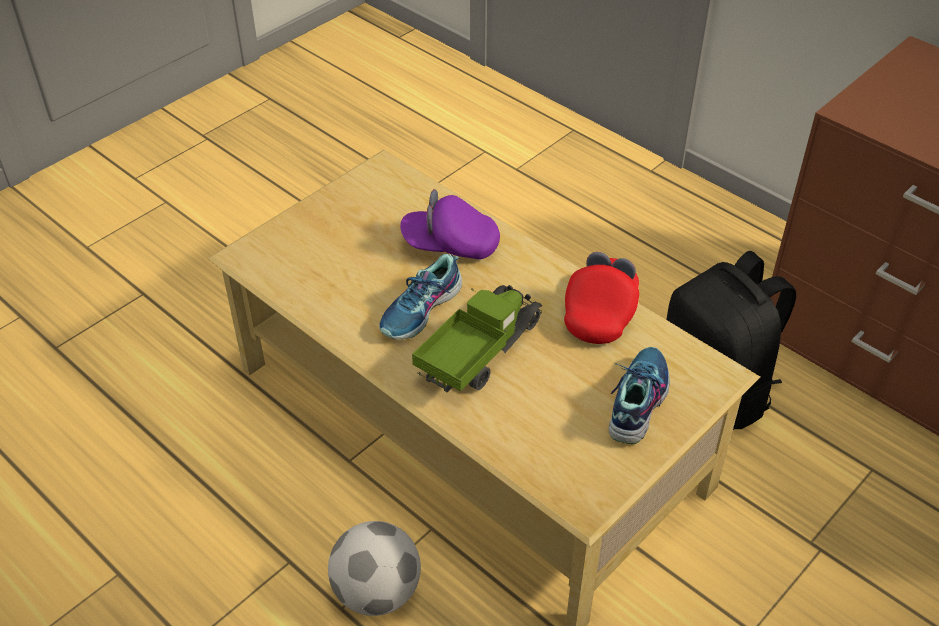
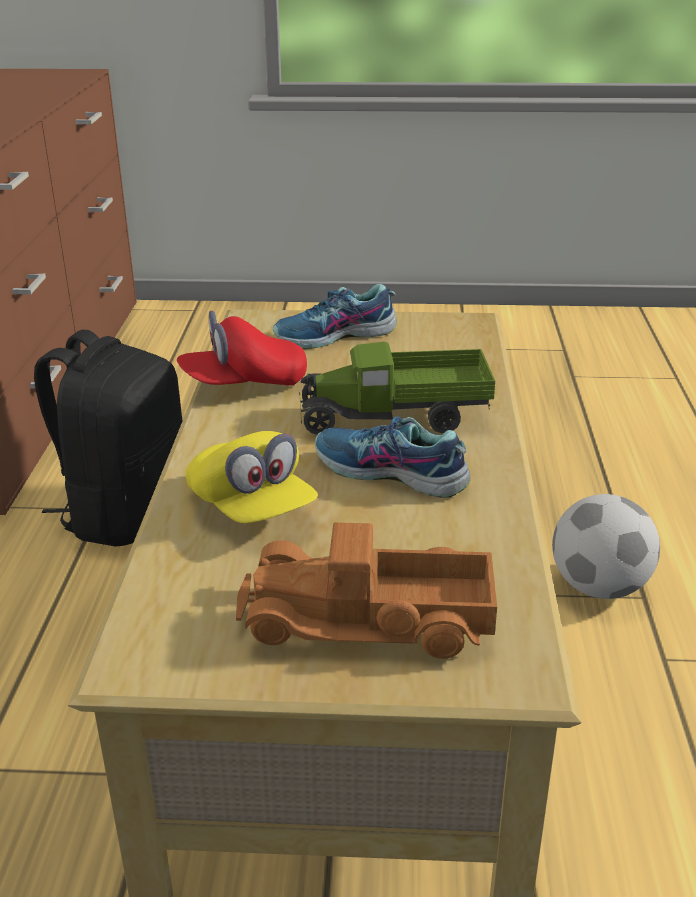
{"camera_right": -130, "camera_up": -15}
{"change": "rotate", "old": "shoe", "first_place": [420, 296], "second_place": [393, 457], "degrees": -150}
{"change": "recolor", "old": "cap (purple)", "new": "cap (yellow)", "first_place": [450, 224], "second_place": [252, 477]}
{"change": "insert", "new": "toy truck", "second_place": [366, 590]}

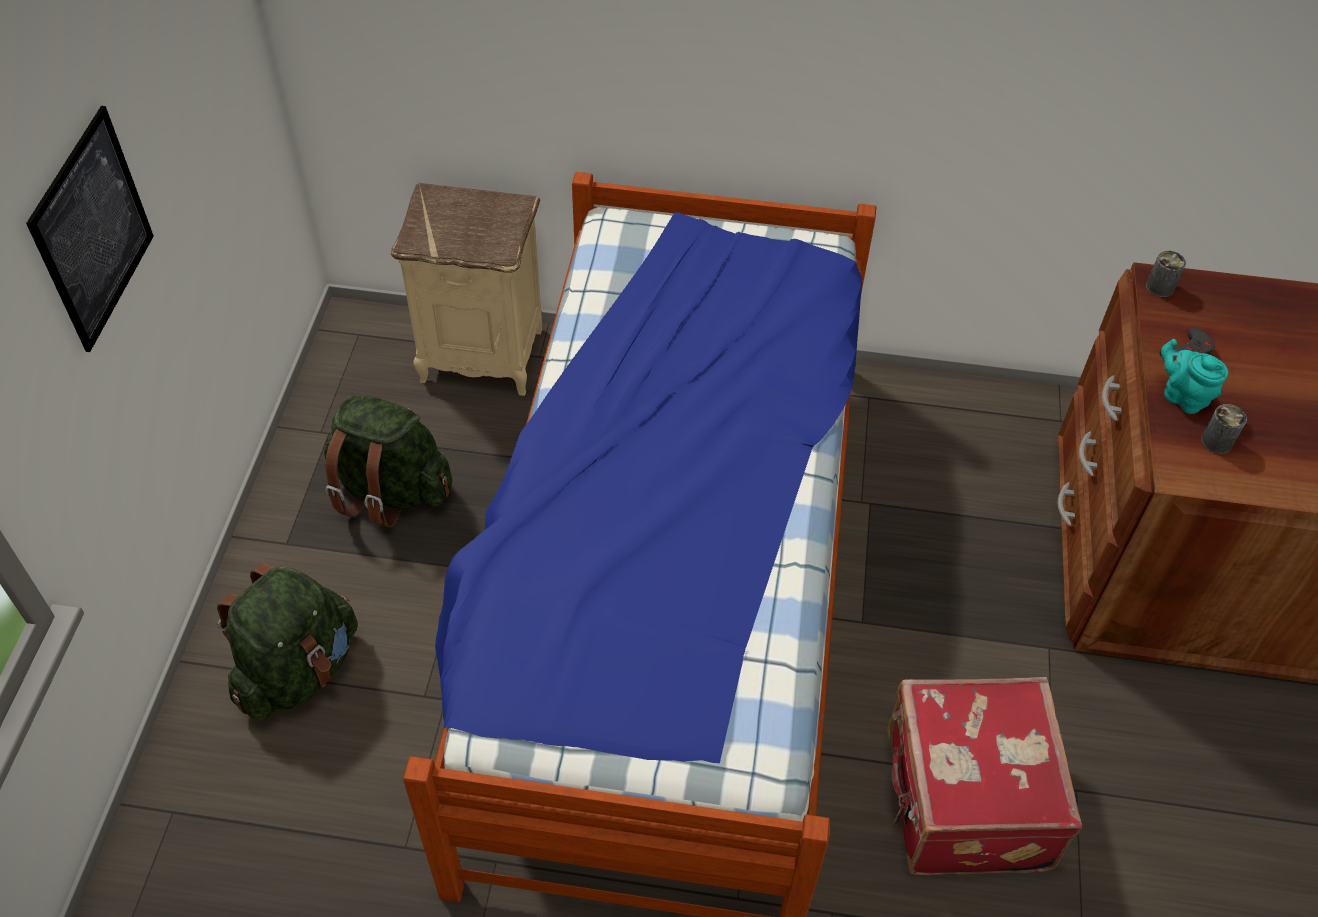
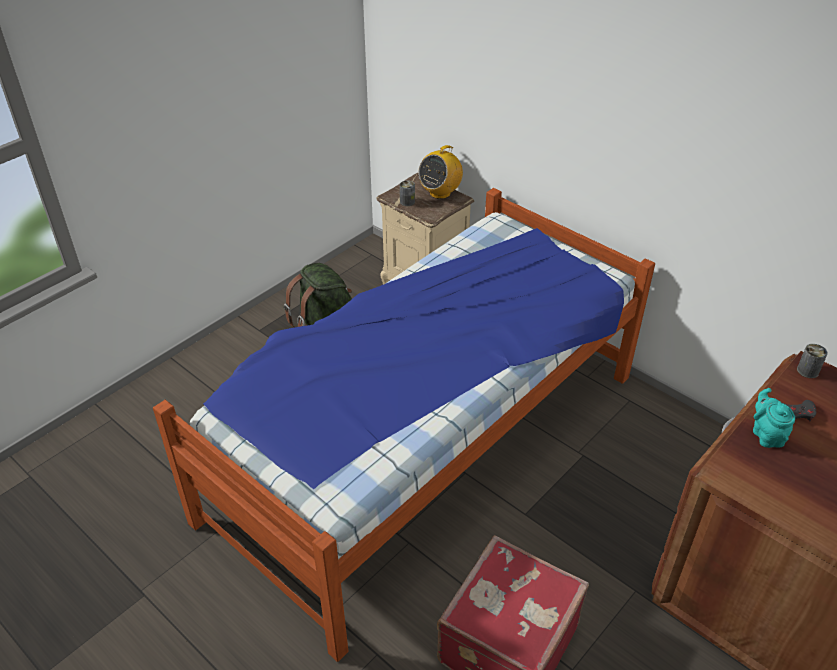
{"camera_right": 35, "camera_up": -10}
{"change": "delete", "old": "picture", "first_place": [90, 229]}
{"change": "delete", "old": "backpack (green)", "first_place": [287, 641]}
{"change": "move", "old": "can", "first_place": [1224, 429], "second_place": [407, 193]}
{"change": "insert", "new": "radio", "second_place": [440, 172]}

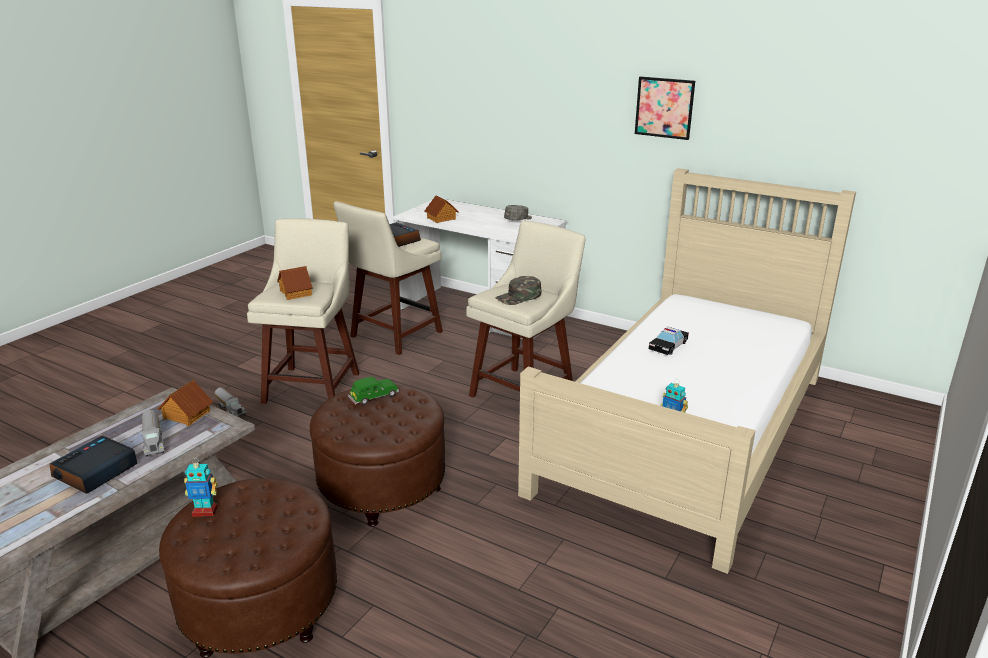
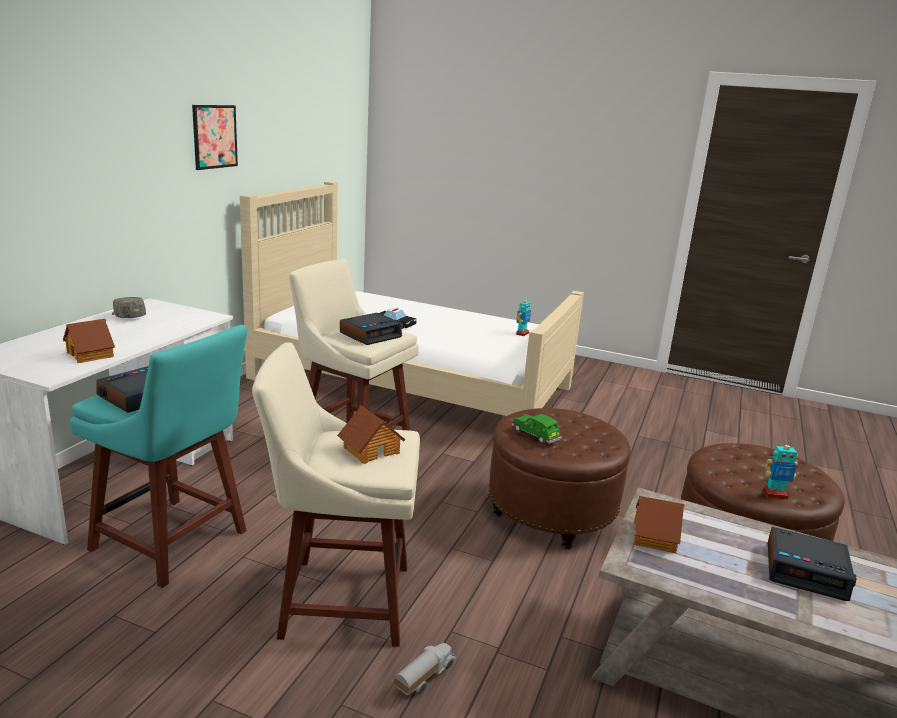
{"camera_right": -100, "camera_up": -5}
{"change": "delete", "old": "toy truck", "first_place": [153, 433]}
{"change": "rotate", "old": "toy robot", "first_place": [201, 487], "second_place": [780, 469], "degrees": 105}
{"change": "recolor", "old": "stool (beige)", "new": "stool (turquoise)", "first_place": [388, 278], "second_place": [158, 456]}
{"change": "replace", "old": "cap (green)", "new": "alarm clock", "first_place": [518, 290], "second_place": [371, 329]}

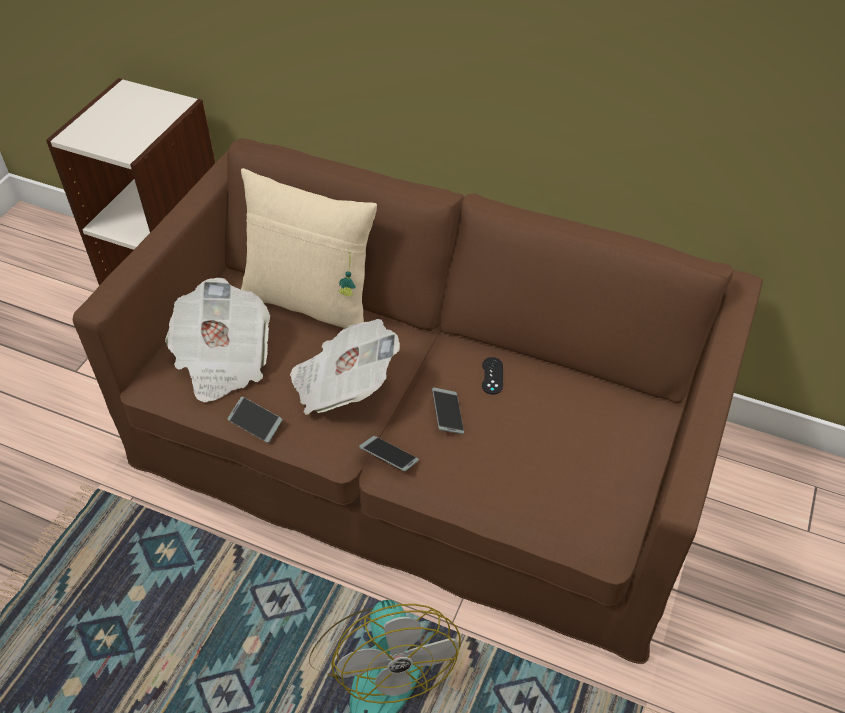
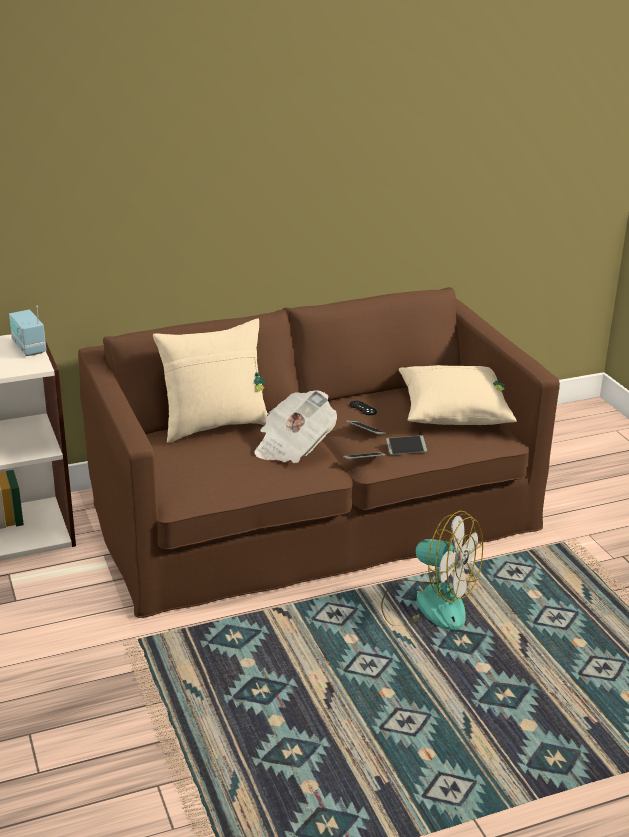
{"camera_right": -45, "camera_up": -20}
{"change": "delete", "old": "newspaper", "first_place": [217, 340]}
{"change": "move", "old": "phone", "first_place": [255, 420], "second_place": [406, 445]}
{"change": "insert", "new": "radio", "second_place": [27, 331]}
{"change": "insert", "new": "pillow (beige)", "second_place": [457, 395]}

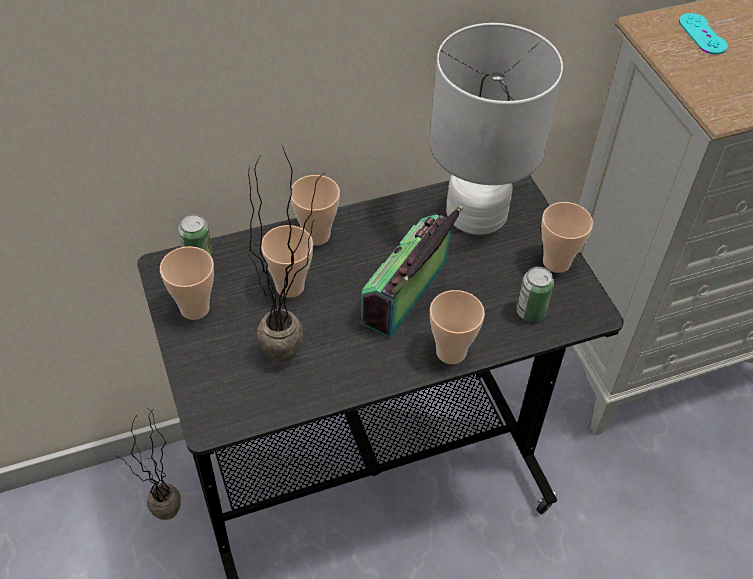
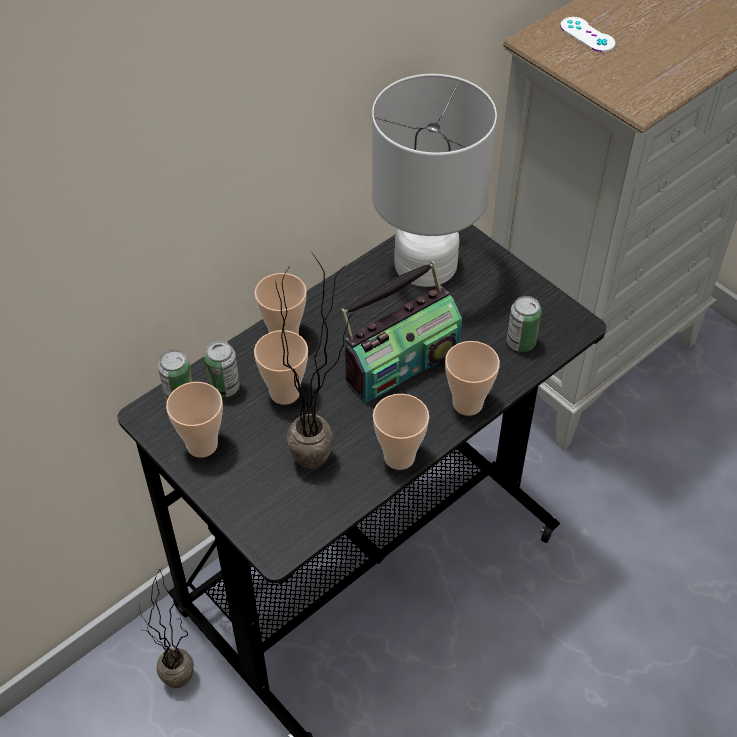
{"camera_right": -20, "camera_up": 0}
{"change": "rotate", "old": "radio", "first_place": [412, 271], "second_place": [401, 332], "degrees": -135}
{"change": "move", "old": "cup", "first_place": [567, 237], "second_place": [401, 432]}
{"change": "recolor", "old": "game controller (turquoise)", "new": "game controller (white)", "first_place": [703, 33], "second_place": [587, 34]}
{"change": "insert", "new": "can", "second_place": [222, 369]}

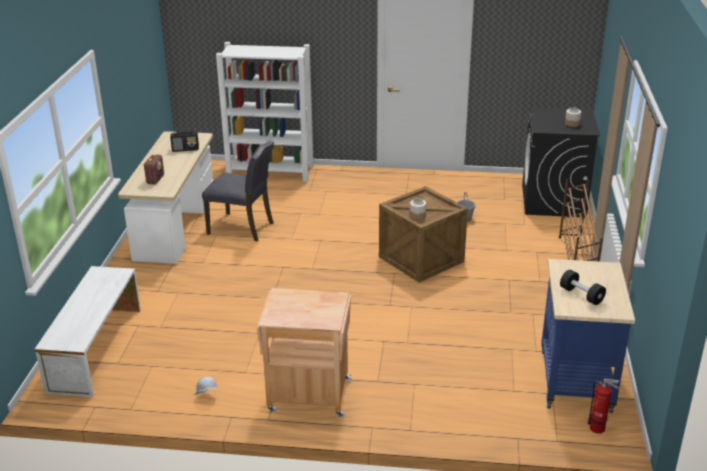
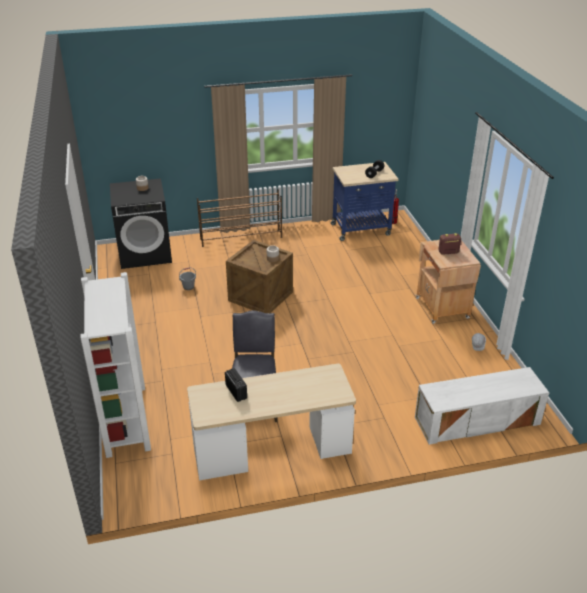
{"camera_right": -110, "camera_up": 5}
{"change": "move", "old": "radio", "first_place": [153, 169], "second_place": [449, 244]}

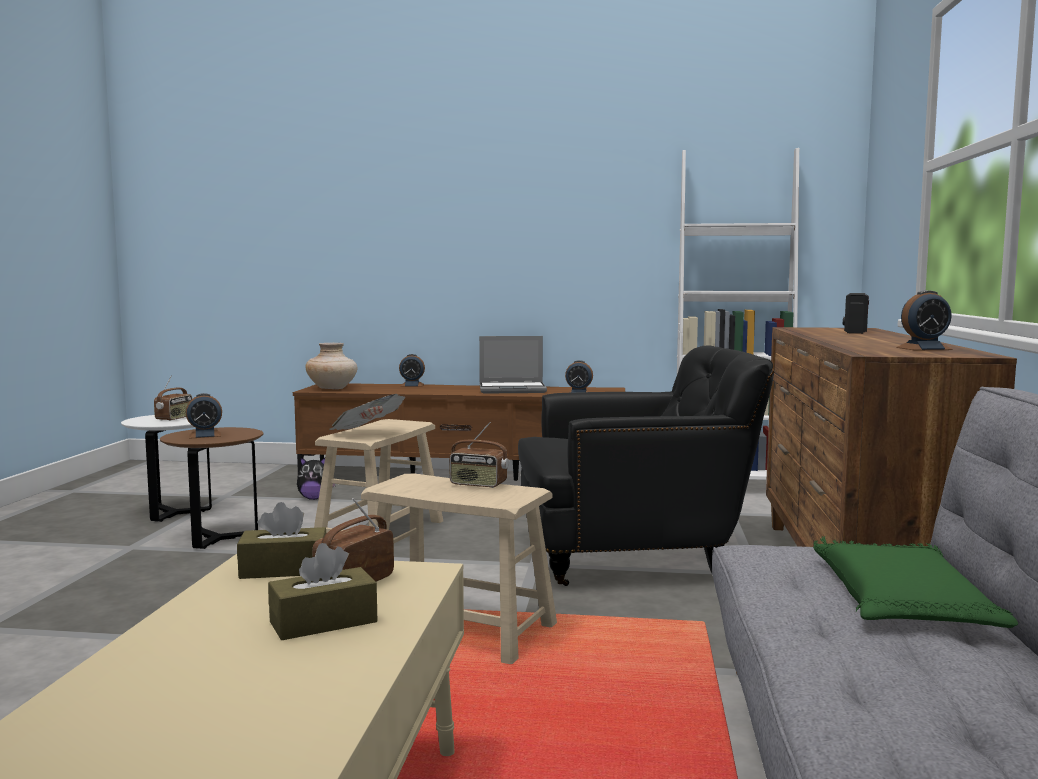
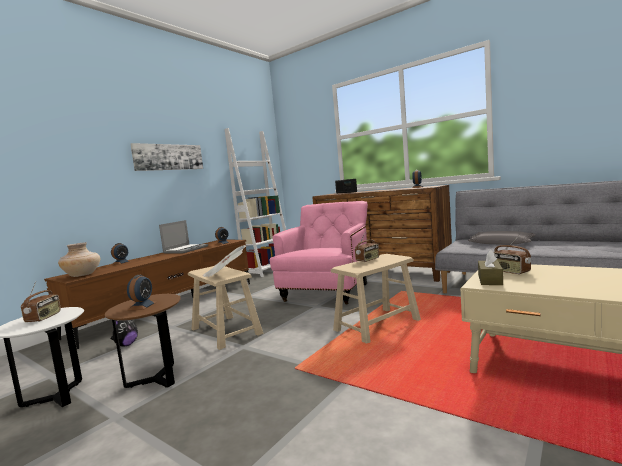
{"camera_right": -60, "camera_up": 0}
{"change": "rotate", "old": "radio", "first_place": [173, 398], "second_place": [41, 302], "degrees": 45}
{"change": "delete", "old": "tissue box (brown)", "first_place": [322, 591]}
{"change": "recolor", "old": "armchair (black)", "new": "armchair (pink)", "first_place": [646, 466], "second_place": [319, 252]}
{"change": "recolor", "old": "pillow (green)", "new": "pillow (grey)", "first_place": [915, 582], "second_place": [502, 237]}
{"change": "insert", "new": "picture", "second_place": [166, 157]}

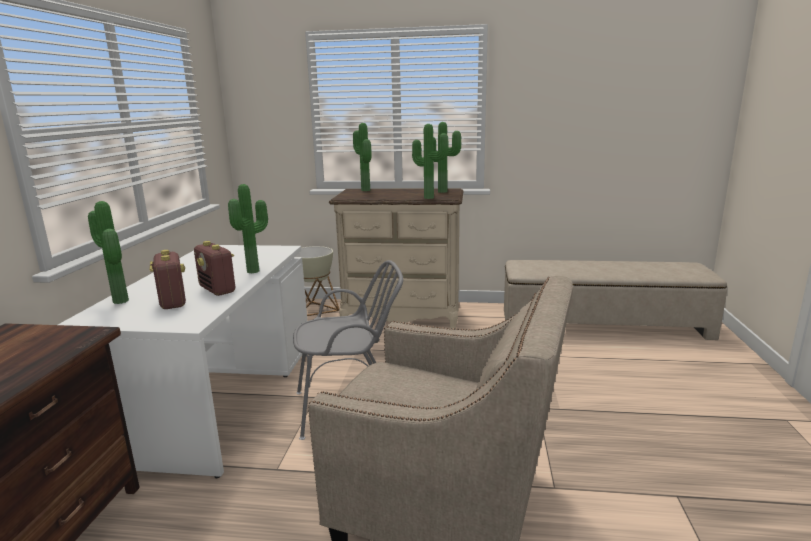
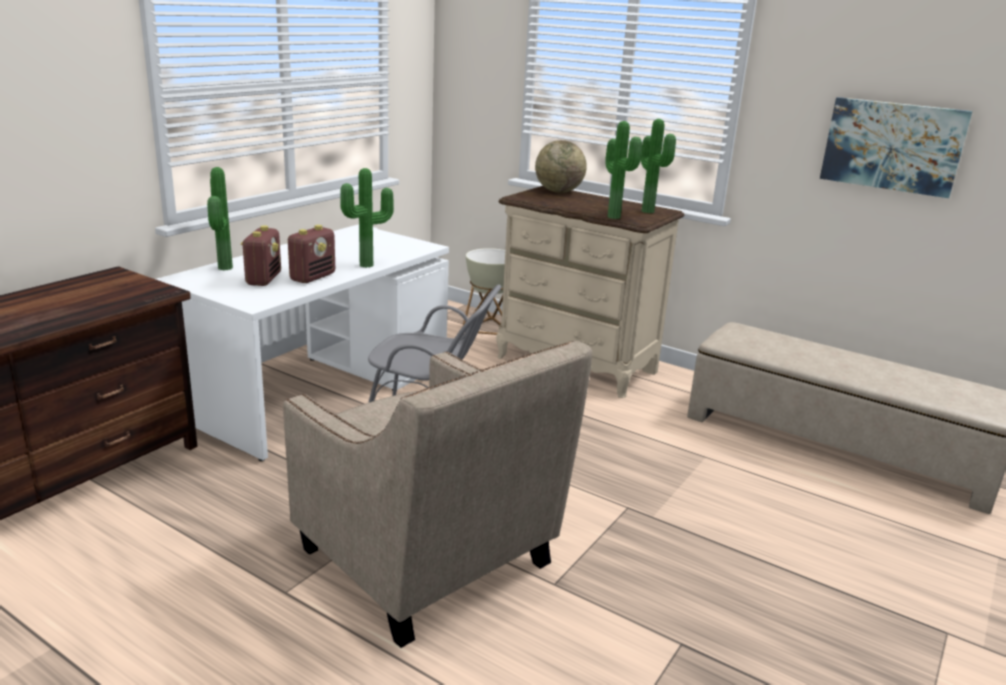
{"camera_right": 25, "camera_up": 5}
{"change": "rotate", "old": "radio", "first_place": [214, 268], "second_place": [311, 254], "degrees": -135}
{"change": "replace", "old": "potted plant", "new": "globe", "first_place": [362, 157], "second_place": [561, 166]}
{"change": "insert", "new": "picture", "second_place": [896, 147]}

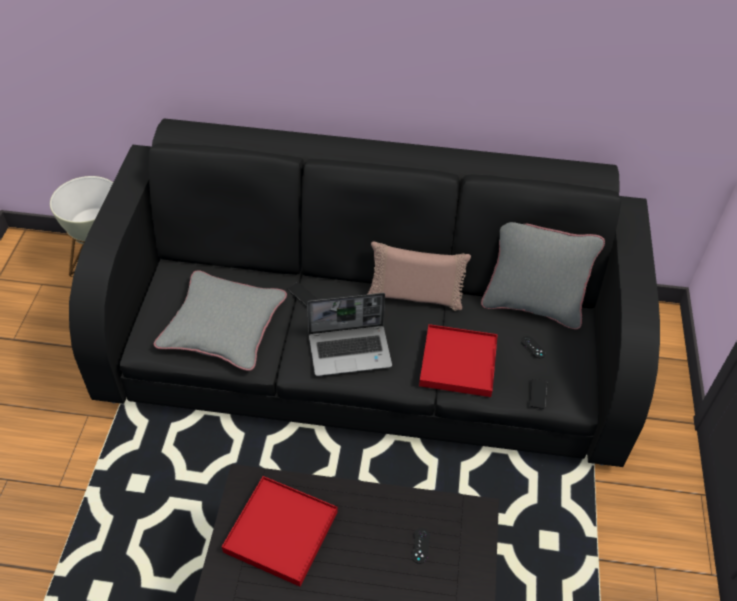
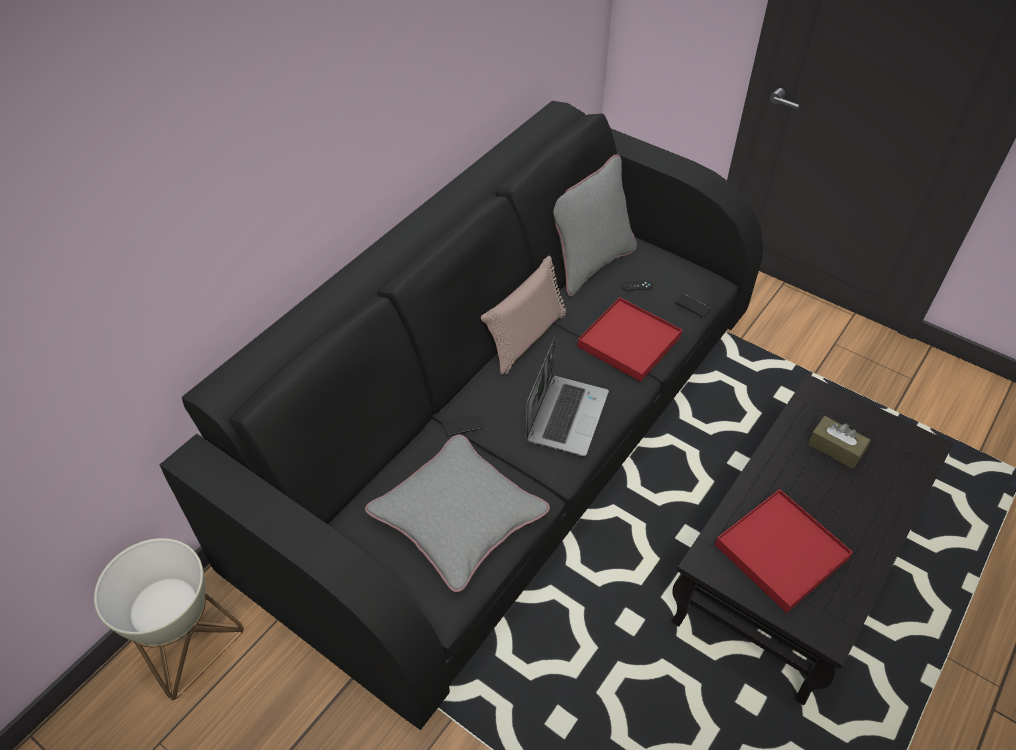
{"camera_right": -60, "camera_up": 0}
{"change": "replace", "old": "game controller (black)", "new": "tissue box (brown)", "first_place": [420, 546], "second_place": [839, 442]}

